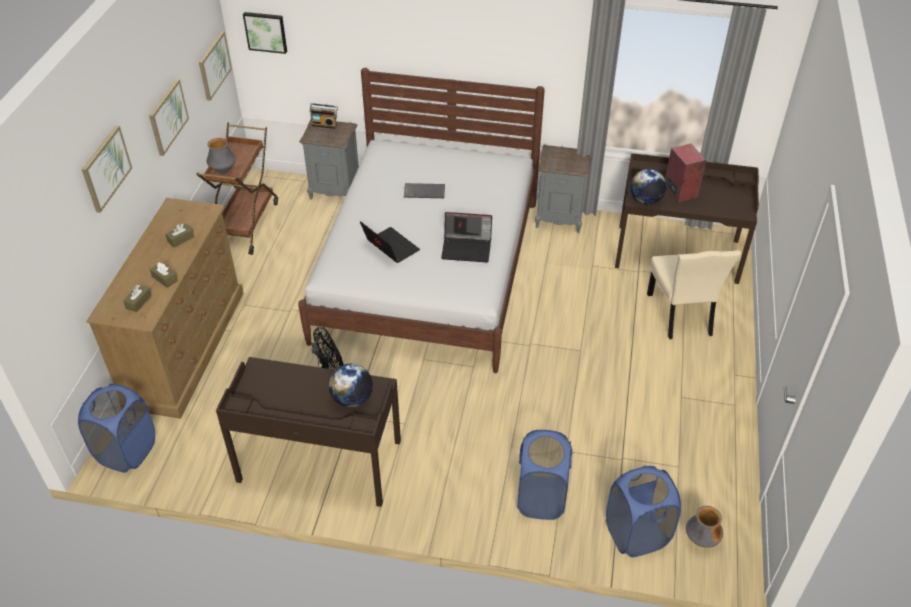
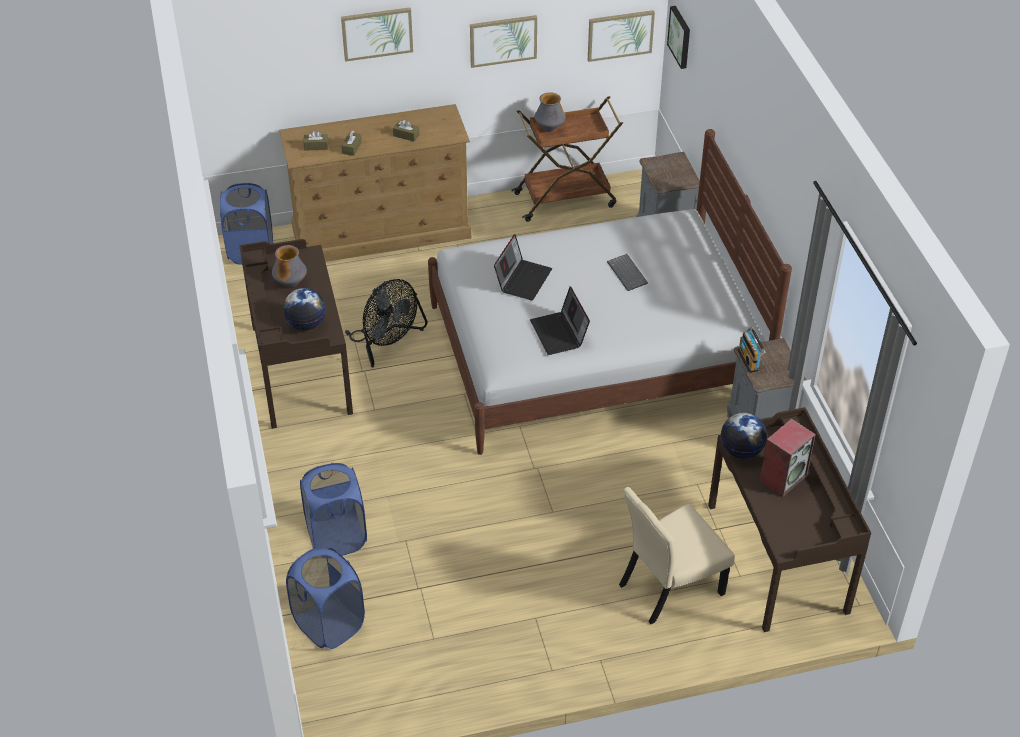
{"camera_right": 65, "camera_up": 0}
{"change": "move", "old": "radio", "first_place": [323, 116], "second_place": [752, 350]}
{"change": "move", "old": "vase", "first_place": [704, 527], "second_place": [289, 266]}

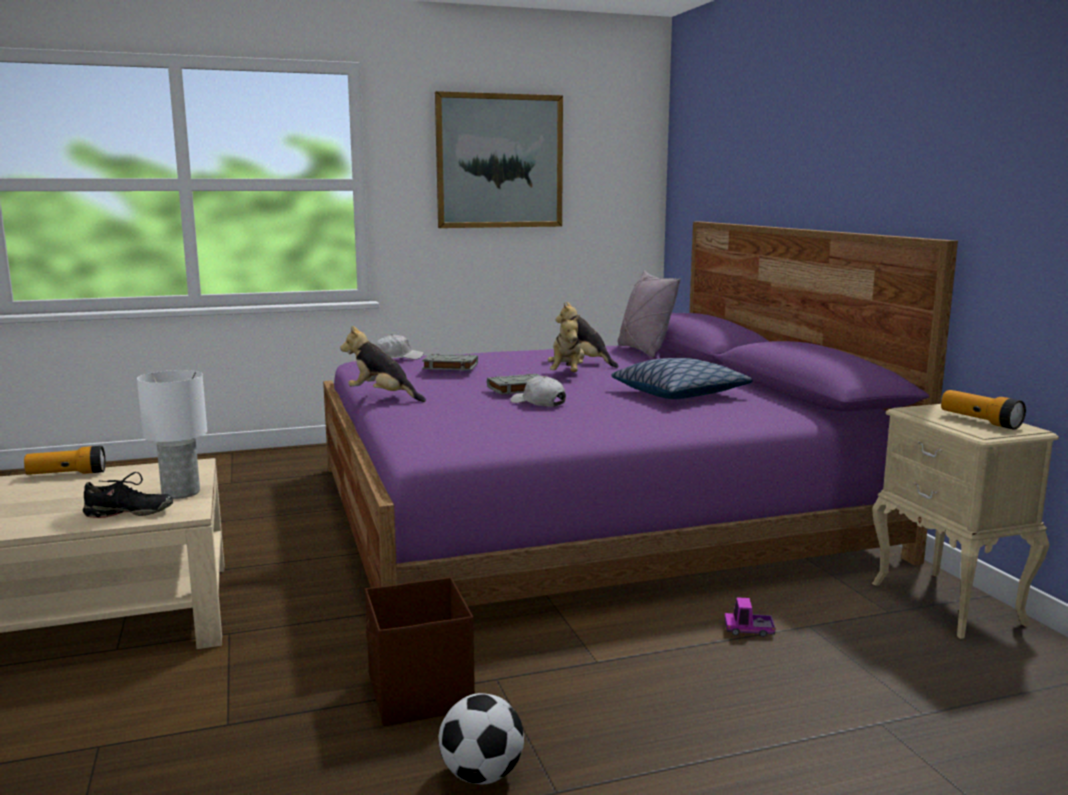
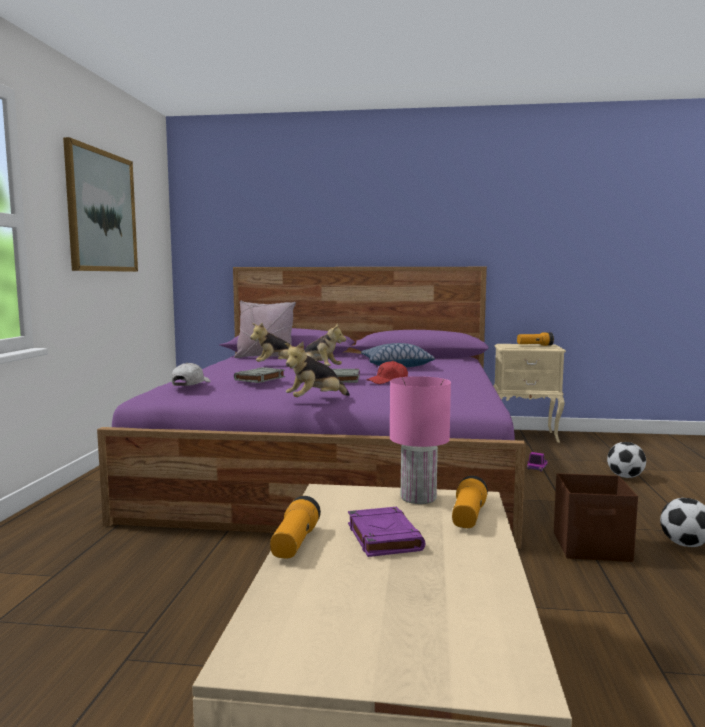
{"camera_right": -65, "camera_up": -5}
{"change": "replace", "old": "shoe (black)", "new": "flashlight", "first_place": [128, 495], "second_place": [470, 501]}
{"change": "recolor", "old": "table lamp (white)", "new": "table lamp (pink)", "first_place": [172, 434], "second_place": [420, 440]}
{"change": "recolor", "old": "cap (white)", "new": "cap (red)", "first_place": [538, 391], "second_place": [387, 372]}
{"change": "insert", "new": "book (purple)", "second_place": [387, 532]}
{"change": "insert", "new": "football", "second_place": [626, 460]}

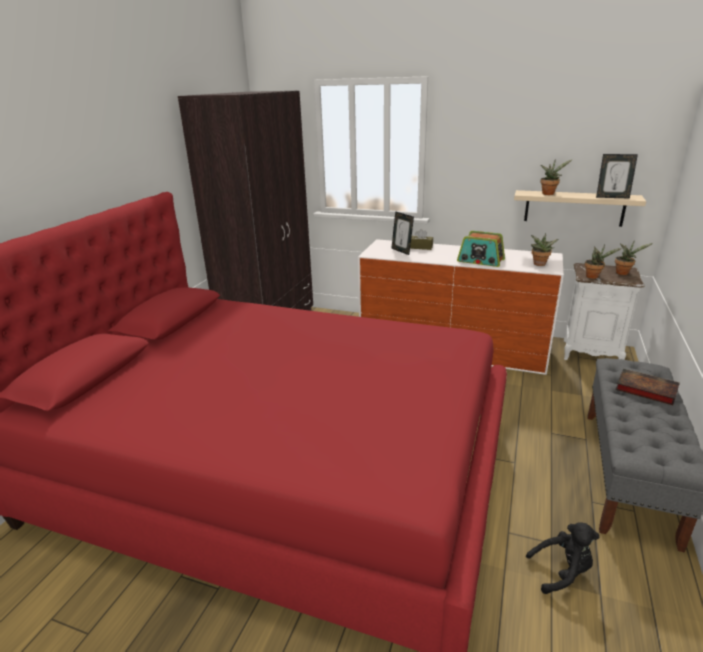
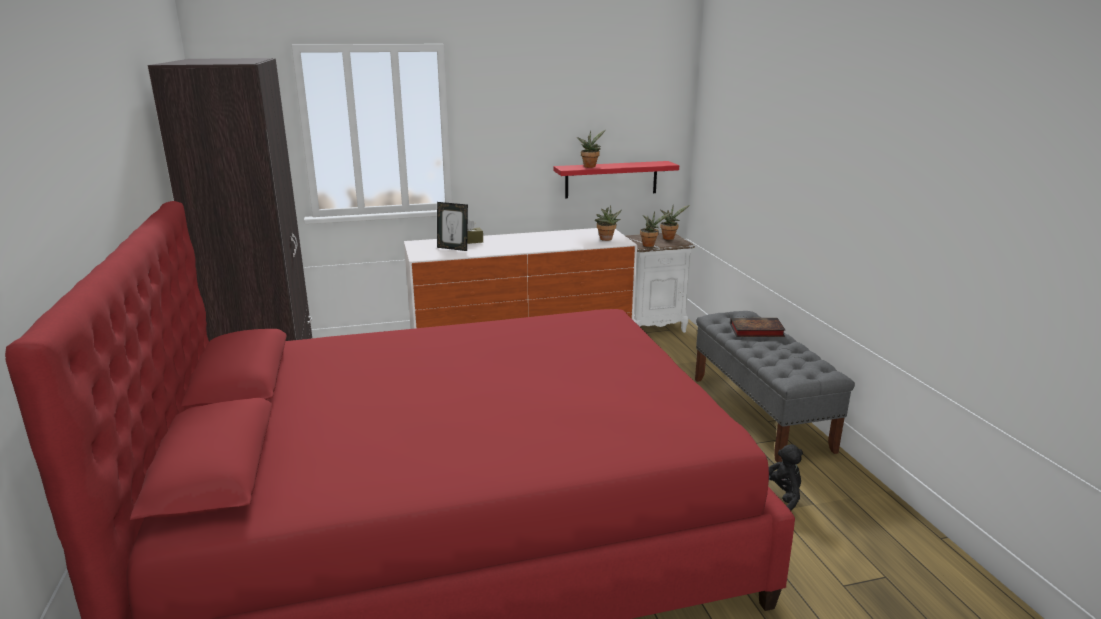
{"camera_right": -35, "camera_up": -5}
{"change": "delete", "old": "radio", "first_place": [481, 249]}
{"change": "recolor", "old": "shelf (beige)", "new": "shelf (red)", "first_place": [580, 208], "second_place": [616, 179]}
{"change": "delete", "old": "picture frame", "first_place": [617, 176]}

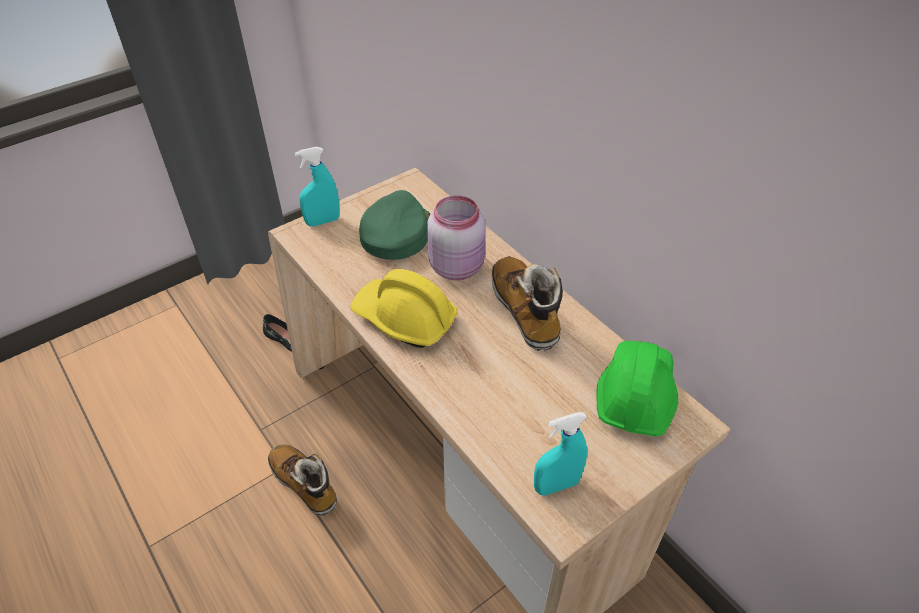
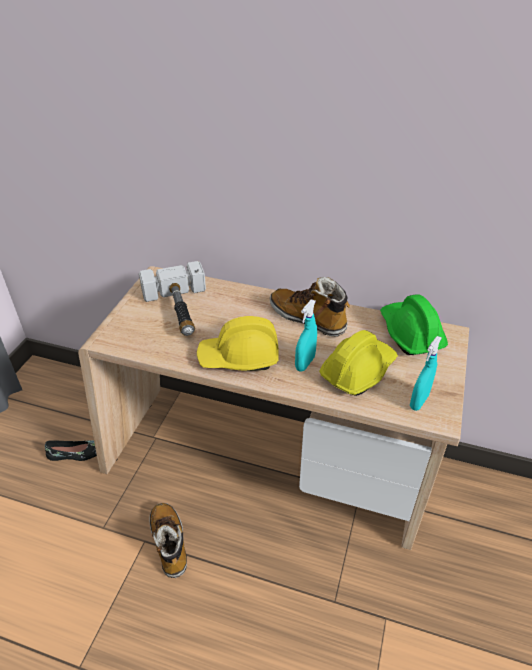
{"camera_right": -35, "camera_up": -5}
{"change": "rotate", "old": "boot", "first_place": [302, 480], "second_place": [168, 540], "degrees": 60}
{"change": "move", "old": "spray bottle (turquoise)", "first_place": [317, 187], "second_place": [306, 335]}
{"change": "replace", "old": "cap (green)", "new": "hammer", "first_place": [394, 225], "second_place": [172, 298]}
{"change": "delete", "old": "jar (pink)", "first_place": [456, 237]}
{"change": "insert", "new": "hard hat (yellow)", "second_place": [358, 363]}

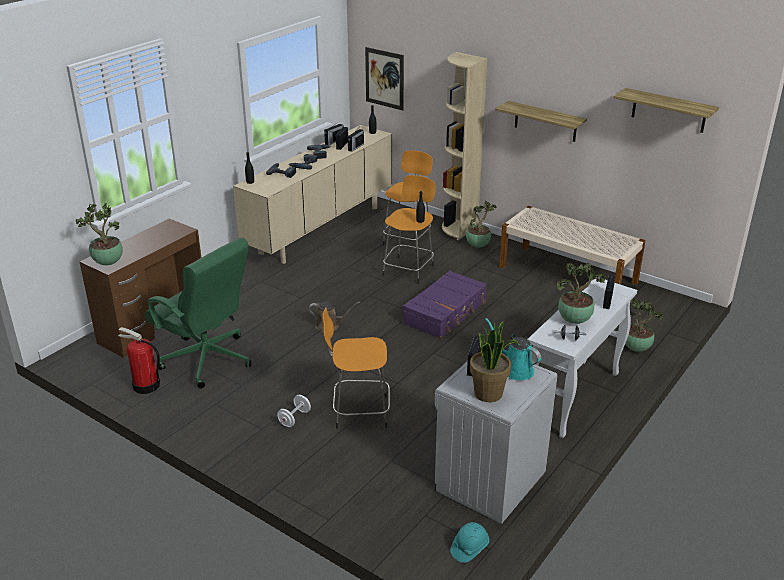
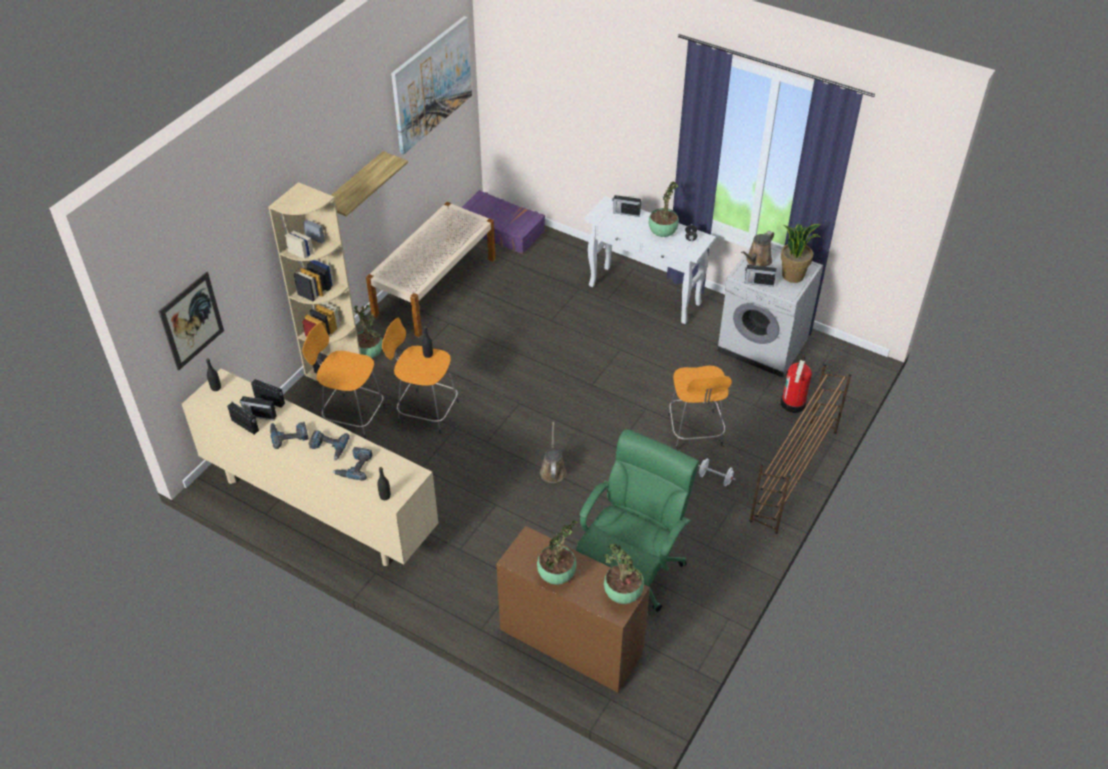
{"camera_right": -95, "camera_up": 15}
{"change": "move", "old": "fire extinguisher", "first_place": [139, 360], "second_place": [796, 384]}
{"change": "move", "old": "suitcase (purple)", "first_place": [445, 304], "second_place": [500, 222]}
{"change": "delete", "old": "hard hat (turquoise)", "first_place": [469, 542]}
{"change": "recolor", "old": "watering can (turquoise)", "new": "watering can (brown)", "first_place": [513, 349], "second_place": [757, 249]}
{"change": "replace", "old": "shelf", "new": "picture", "first_place": [666, 110], "second_place": [431, 85]}
{"change": "move", "old": "potted plant", "first_place": [644, 325], "second_place": [558, 552]}
{"change": "insert", "new": "shoe rack (brown)", "second_place": [800, 448]}

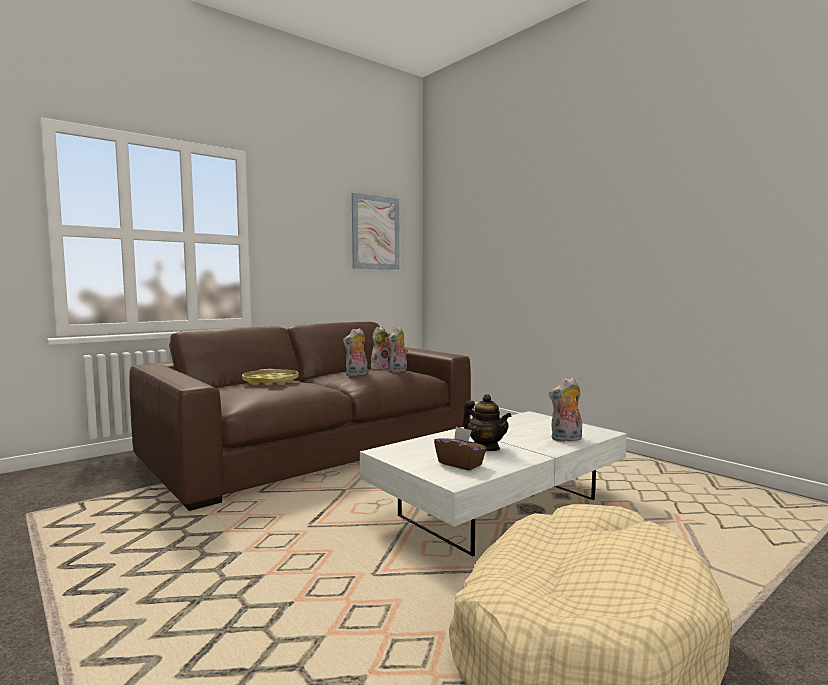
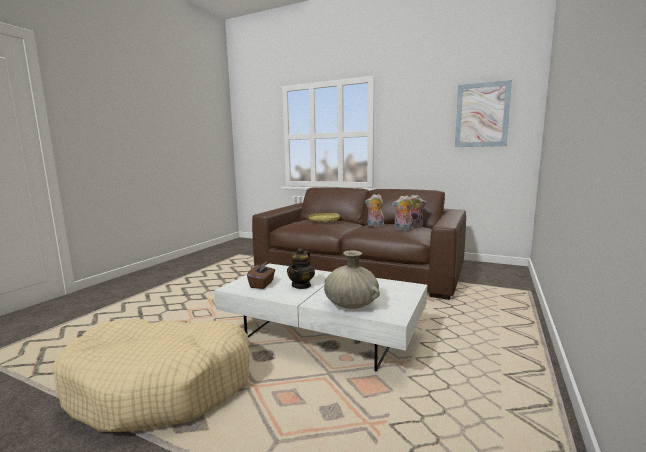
{"camera_right": 65, "camera_up": 5}
{"change": "replace", "old": "plush toy", "new": "vase (beige)", "first_place": [565, 409], "second_place": [352, 279]}

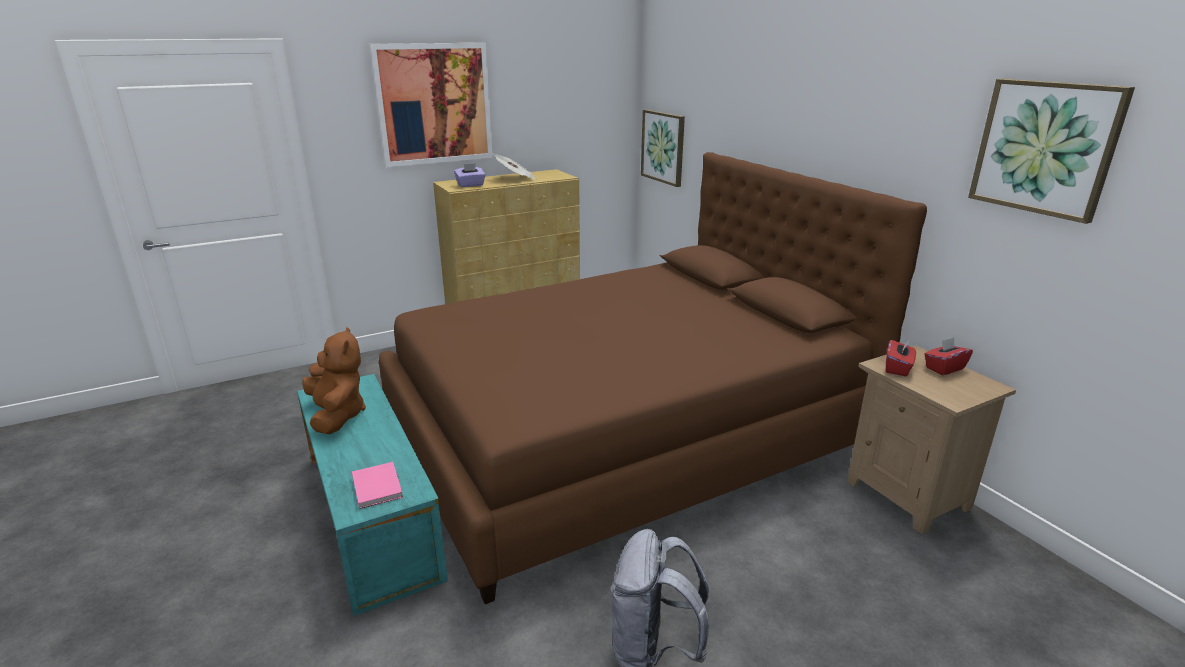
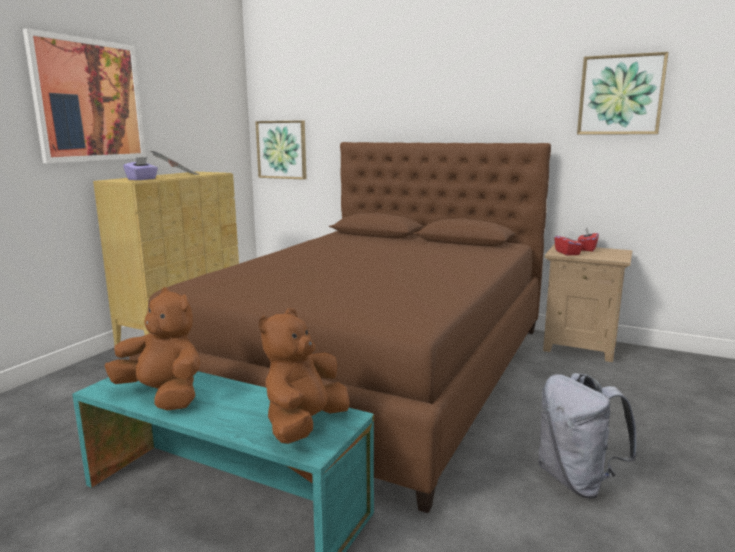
{"camera_right": -35, "camera_up": -10}
{"change": "replace", "old": "book (pink)", "new": "plush toy (brown)", "first_place": [377, 485], "second_place": [304, 376]}

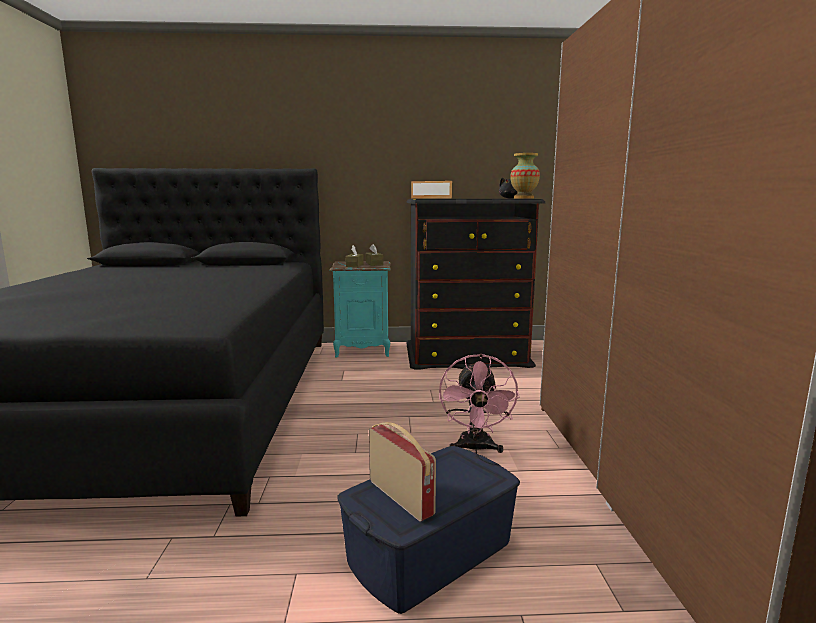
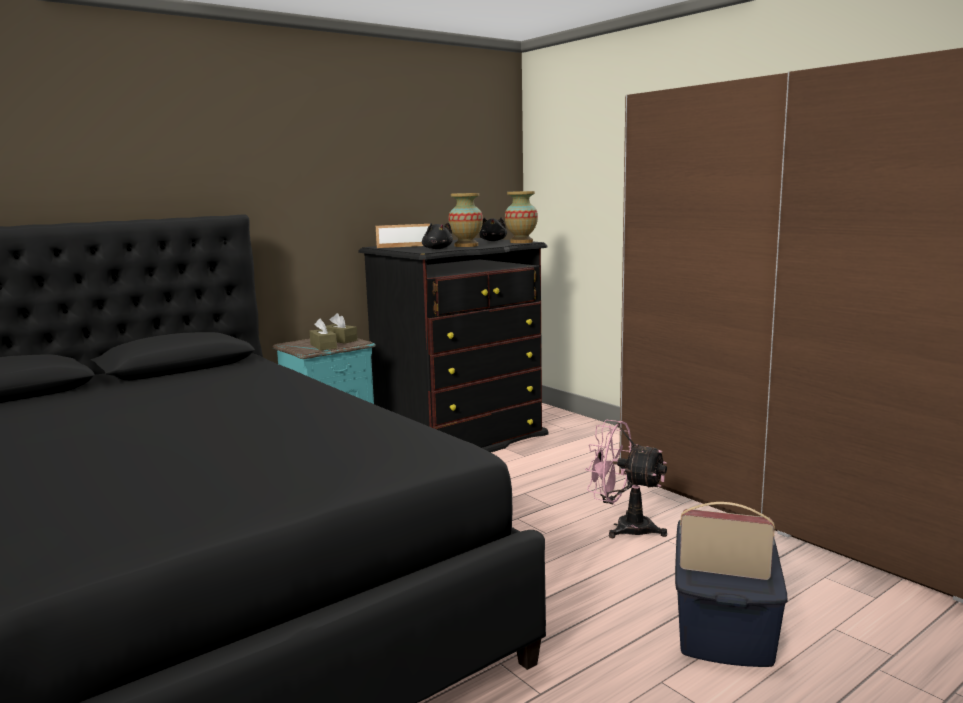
{"camera_right": -35, "camera_up": 0}
{"change": "rotate", "old": "fan (pink)", "first_place": [479, 403], "second_place": [626, 479], "degrees": 150}
{"change": "insert", "new": "plush toy (black)", "second_place": [437, 236]}
{"change": "insert", "new": "vase", "second_place": [465, 220]}

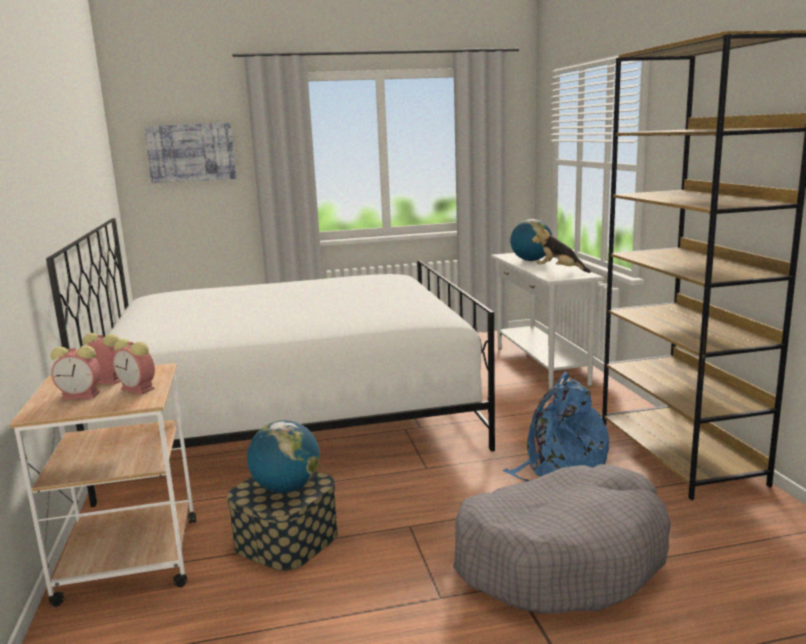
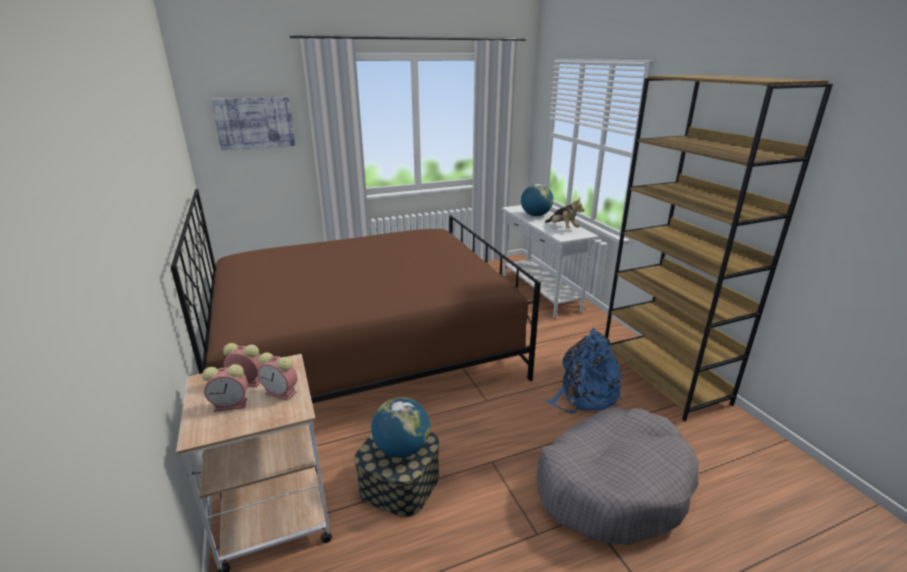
{"camera_right": -10, "camera_up": 10}
{"change": "recolor", "old": "bed (white)", "new": "bed (brown)", "first_place": [270, 362], "second_place": [356, 296]}
{"change": "rotate", "old": "plush toy", "first_place": [561, 249], "second_place": [565, 213], "degrees": -150}

